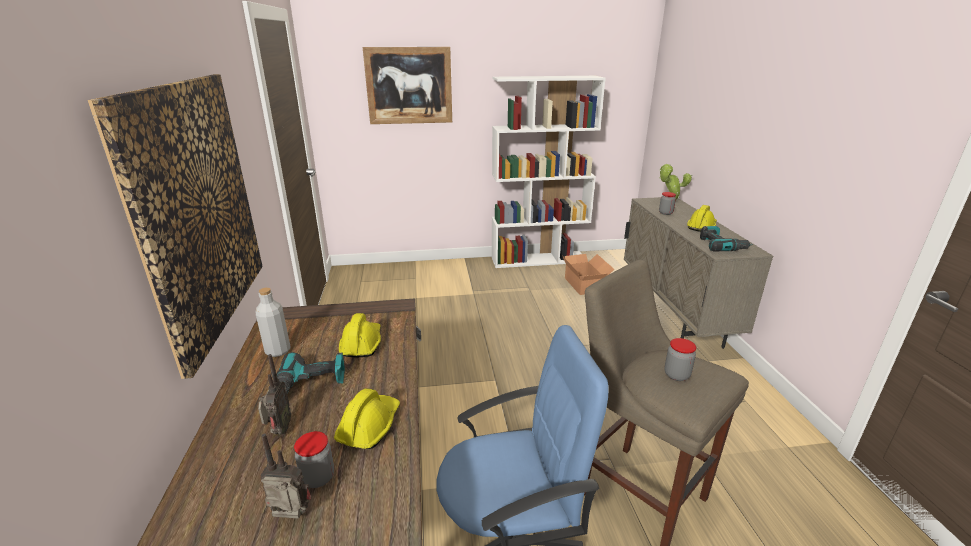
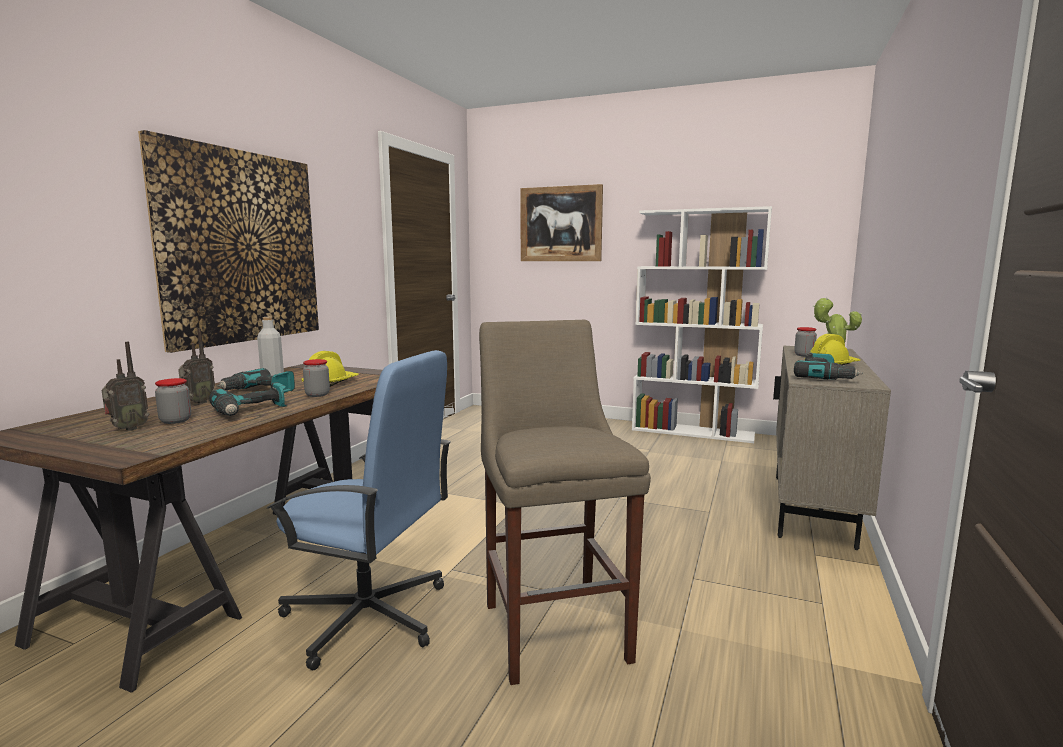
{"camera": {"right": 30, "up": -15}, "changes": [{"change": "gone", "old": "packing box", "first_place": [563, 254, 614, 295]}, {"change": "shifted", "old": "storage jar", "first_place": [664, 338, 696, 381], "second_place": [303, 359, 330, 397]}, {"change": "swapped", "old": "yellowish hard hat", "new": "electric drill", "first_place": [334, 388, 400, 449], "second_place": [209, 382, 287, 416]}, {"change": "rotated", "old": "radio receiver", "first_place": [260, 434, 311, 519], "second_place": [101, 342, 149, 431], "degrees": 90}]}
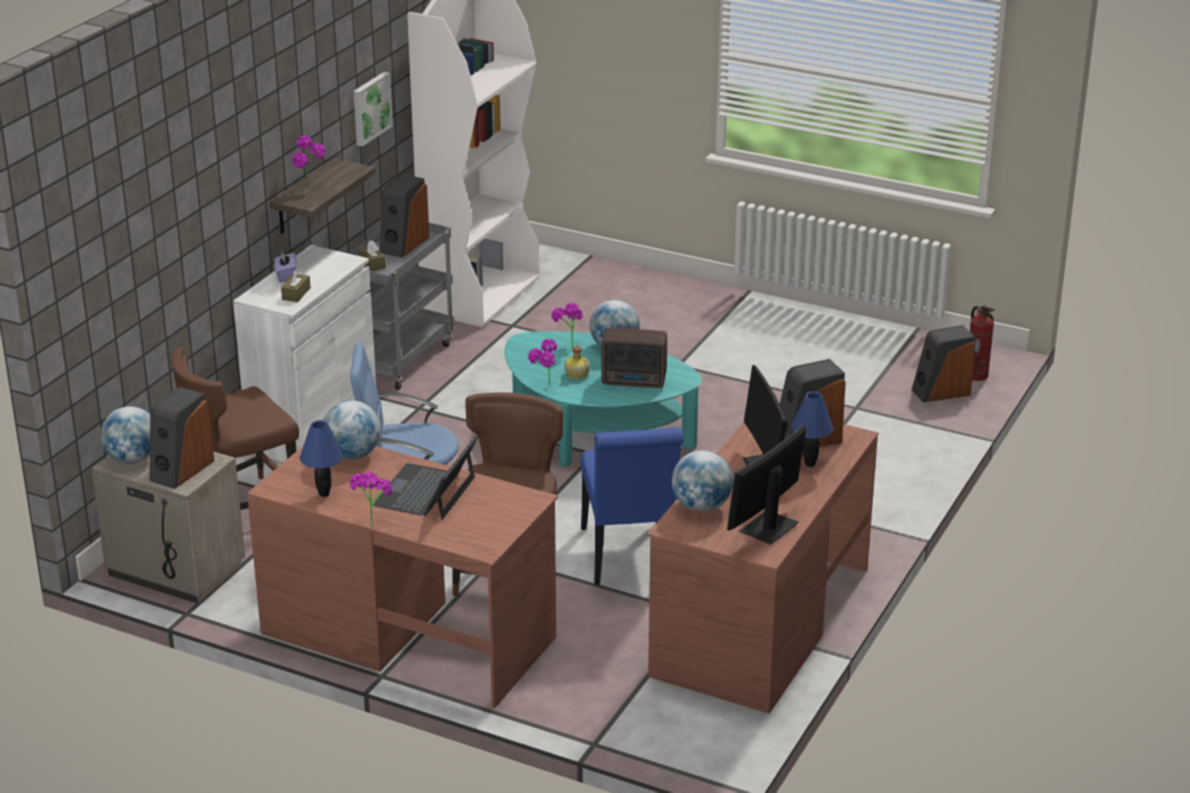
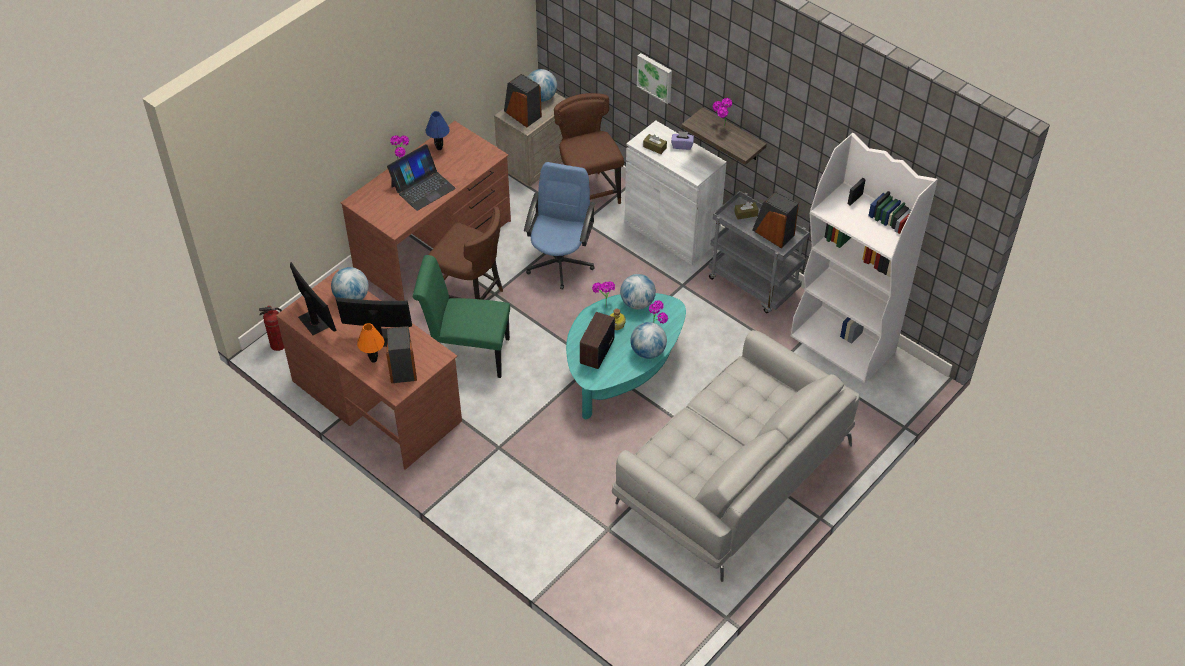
{"camera": {"right": 105, "up": 20}, "changes": [{"change": "shifted", "old": "wall picture", "first_place": [353, 72, 393, 146], "second_place": [637, 53, 672, 104]}, {"change": "shifted", "old": "extinguisher", "first_place": [970, 305, 995, 381], "second_place": [259, 306, 284, 351]}, {"change": "gone", "old": "loudspeaker", "first_place": [912, 325, 975, 402]}, {"change": "repainted", "old": "blue-coloured table lamp", "new": "orange table lamp", "first_place": [791, 392, 833, 467], "second_place": [357, 323, 384, 363]}, {"change": "shifted", "old": "globe", "first_place": [323, 400, 381, 459], "second_place": [620, 274, 656, 309]}, {"change": "repainted", "old": "blue-coloured upright chair", "new": "greenish upright chair", "first_place": [581, 427, 684, 585], "second_place": [413, 255, 510, 378]}, {"change": "rotated", "old": "portable computer", "first_place": [373, 435, 478, 520], "second_place": [387, 144, 456, 211], "degrees": 105}, {"change": "new", "new": "grey settee", "second_place": [612, 330, 860, 582]}]}
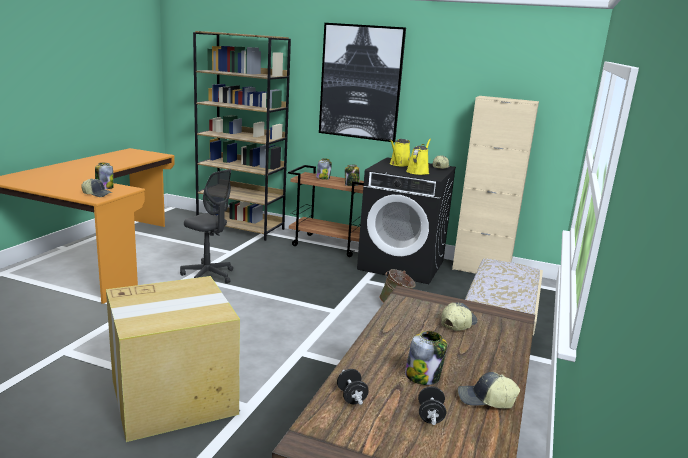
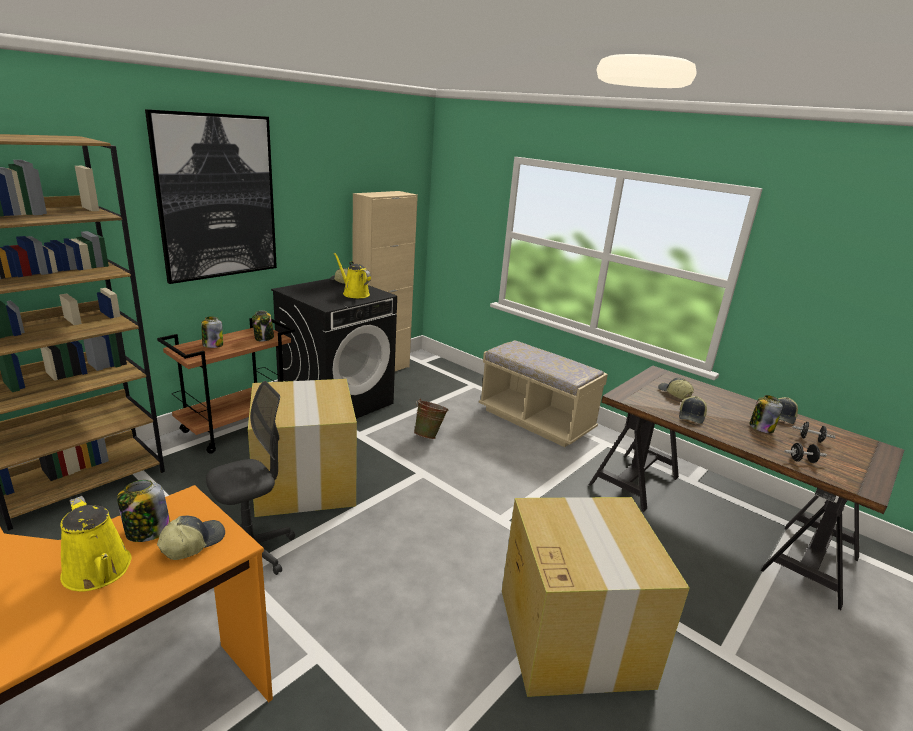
{"camera": {"right": -70, "up": 5}, "changes": [{"change": "shifted", "old": "yellowish watering can", "first_place": [390, 139, 411, 167], "second_place": [60, 496, 132, 591]}, {"change": "new", "new": "packing box", "second_place": [248, 379, 357, 517]}, {"change": "new", "new": "baseball cap", "second_place": [679, 396, 707, 424]}]}
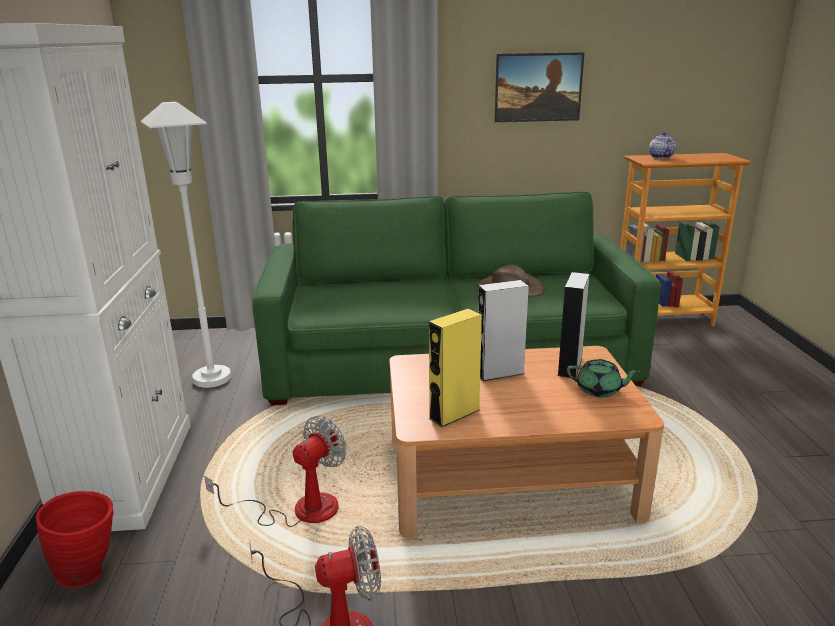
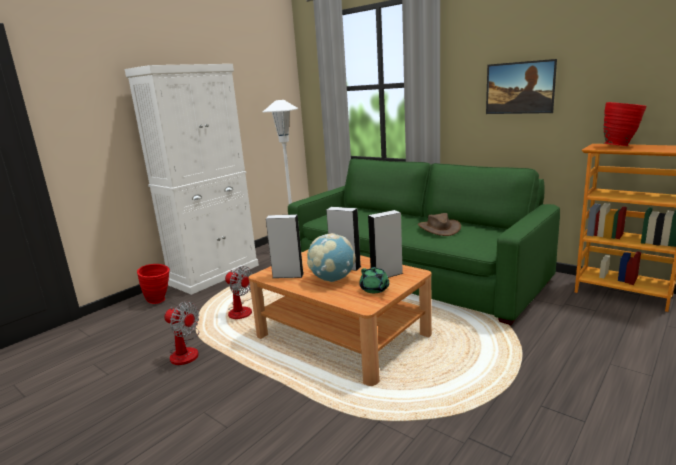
{"camera": {"right": 45, "up": -5}, "changes": [{"change": "swapped", "old": "pot for tea", "new": "red decorative vase", "first_place": [649, 132, 676, 159], "second_place": [603, 102, 647, 146]}, {"change": "repainted", "old": "yellowish loudspeaker", "new": "grey loudspeaker", "first_place": [428, 309, 482, 427], "second_place": [266, 214, 304, 278]}, {"change": "rotated", "old": "electric fan", "first_place": [204, 416, 347, 527], "second_place": [225, 266, 253, 319], "degrees": 45}, {"change": "new", "new": "globe", "second_place": [307, 233, 356, 282]}]}
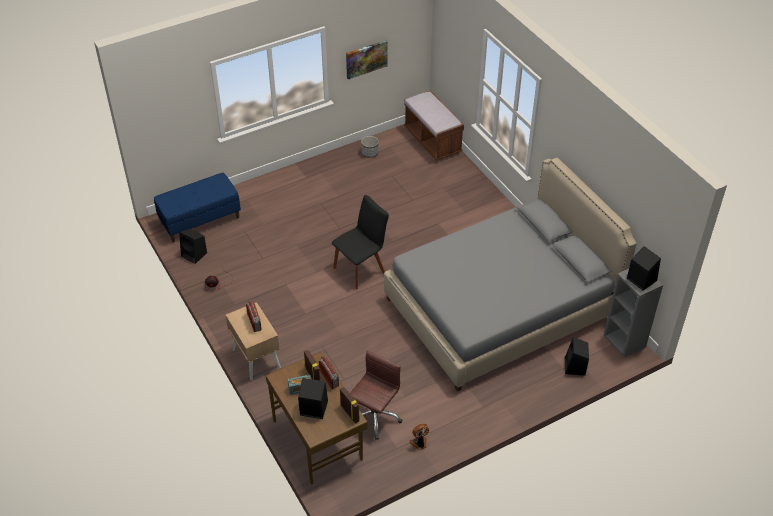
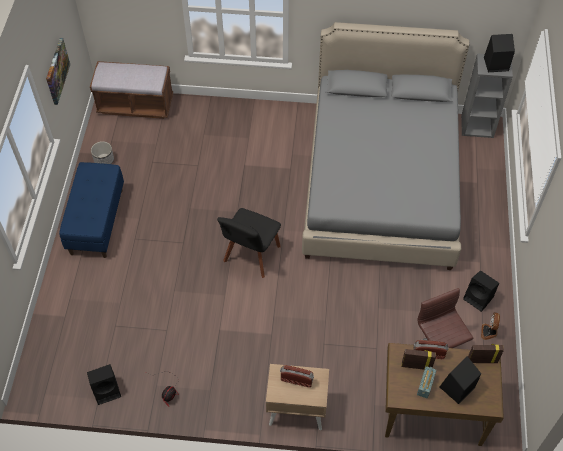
{"camera": {"right": -55, "up": 10}, "changes": [{"change": "shifted", "old": "blue-coloured indoor bench", "first_place": [154, 173, 241, 242], "second_place": [59, 162, 124, 258]}, {"change": "rotated", "old": "blackish upright chair", "first_place": [332, 195, 389, 289], "second_place": [217, 208, 281, 278], "degrees": -150}, {"change": "shifted", "old": "blackish loudspeaker", "first_place": [565, 337, 589, 376], "second_place": [463, 271, 499, 312]}]}
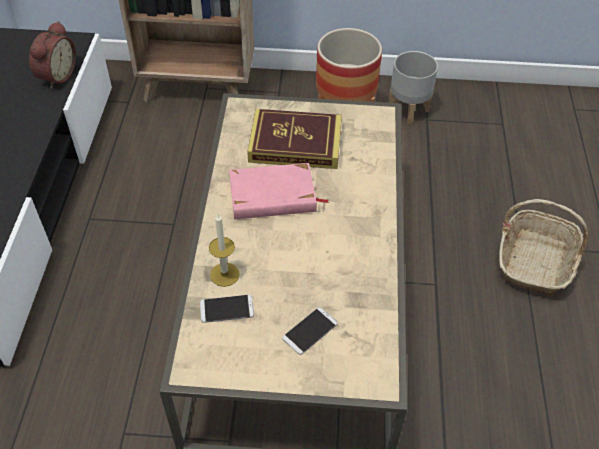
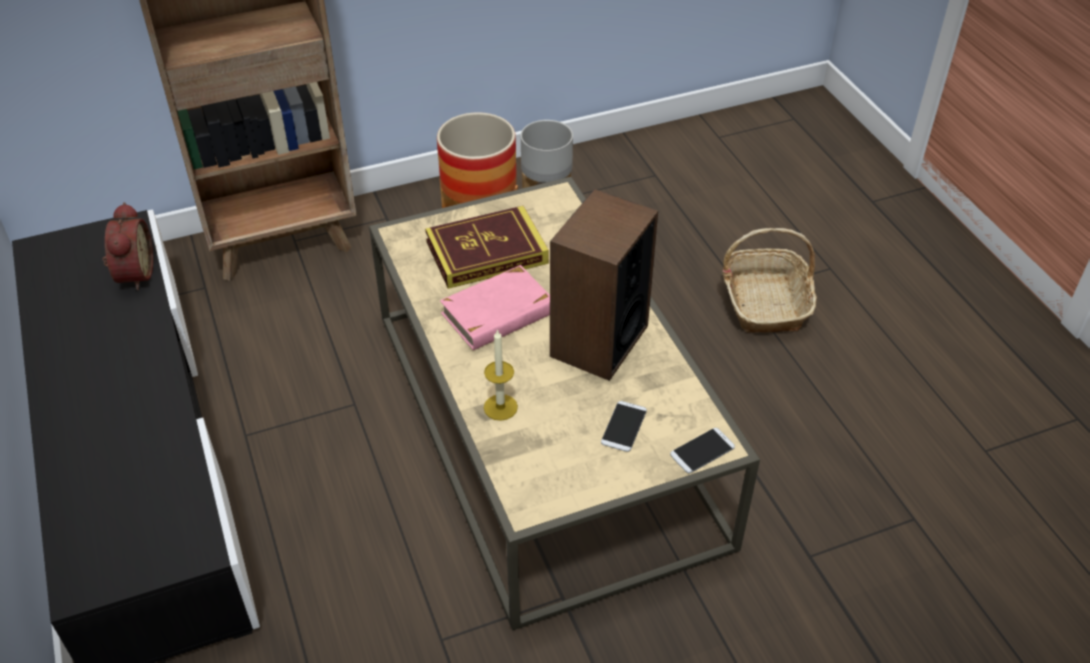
{"camera": {"right": -25, "up": -5}, "changes": [{"change": "shifted", "old": "telephone", "first_place": [200, 295, 254, 323], "second_place": [670, 428, 735, 473]}, {"change": "new", "new": "loudspeaker", "second_place": [550, 189, 658, 381]}]}
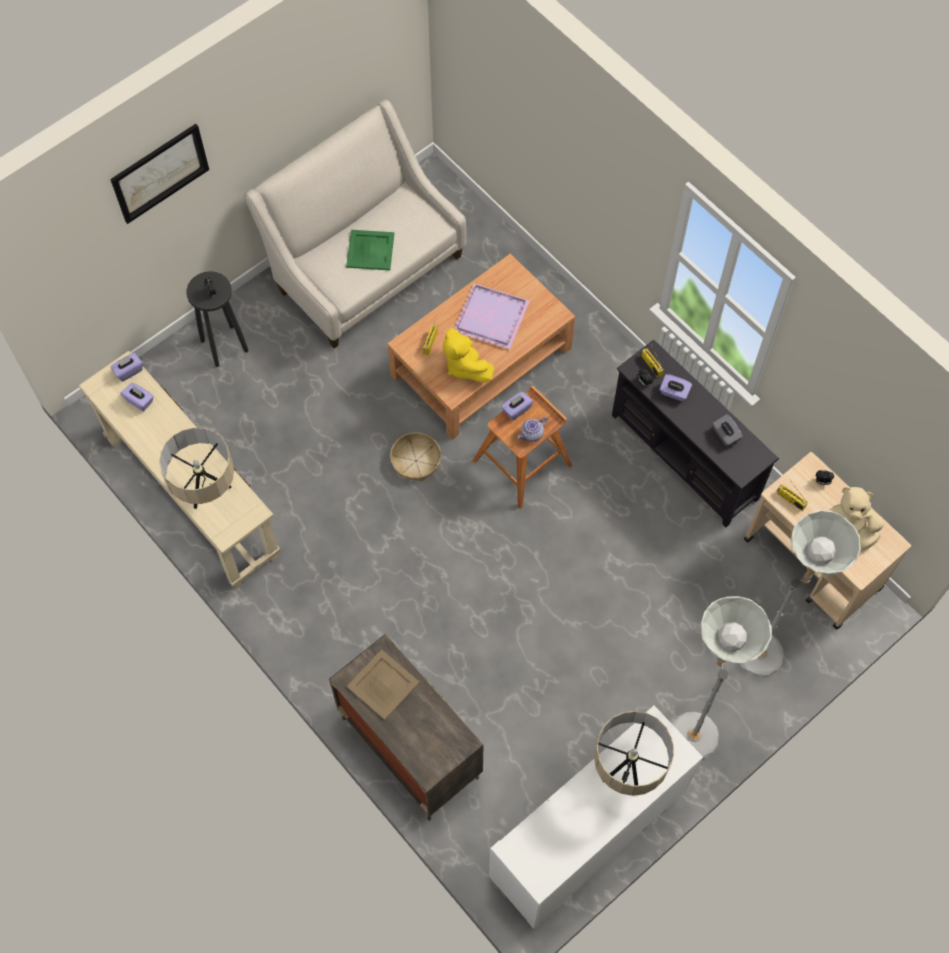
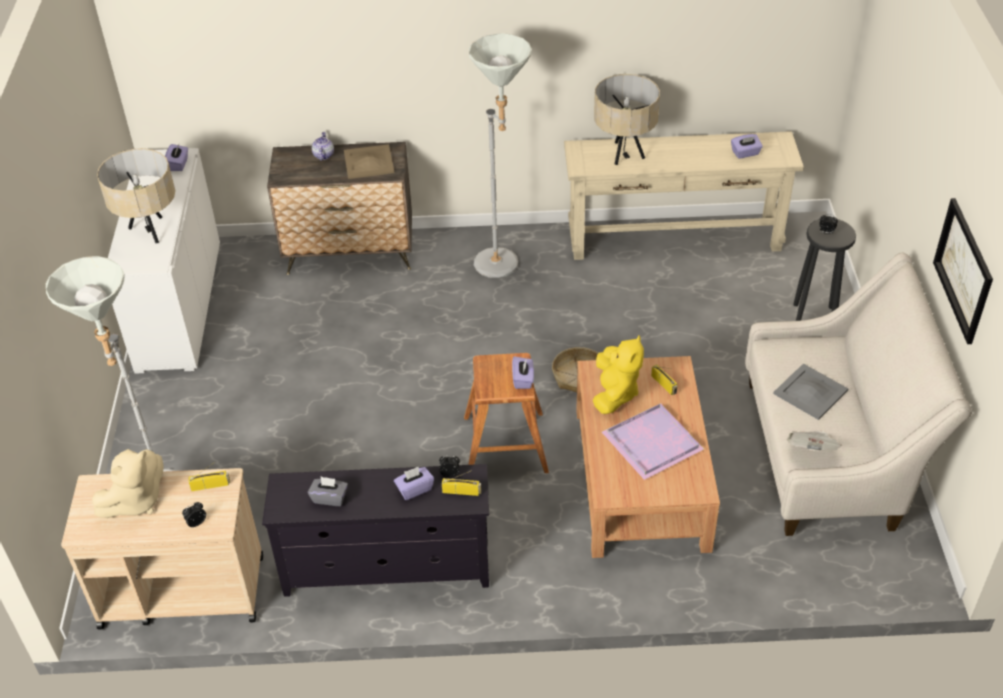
{"camera": {"right": 130, "up": -20}, "changes": [{"change": "shifted", "old": "wall picture", "first_place": [110, 124, 209, 224], "second_place": [933, 198, 993, 344]}, {"change": "repainted", "old": "greenish tray", "new": "grey tray", "first_place": [346, 230, 394, 270], "second_place": [773, 364, 848, 420]}, {"change": "rotated", "old": "yellowish plush toy", "first_place": [443, 328, 494, 382], "second_place": [593, 335, 644, 414], "degrees": 90}, {"change": "shifted", "old": "purple tissue holder", "first_place": [111, 353, 143, 382], "second_place": [165, 144, 188, 171]}, {"change": "shifted", "old": "pot for tea", "first_place": [517, 417, 548, 442], "second_place": [312, 132, 334, 161]}, {"change": "shifted", "old": "grey standard lamp", "first_place": [672, 596, 772, 759], "second_place": [469, 33, 532, 278]}, {"change": "new", "new": "printed paper", "second_place": [787, 431, 842, 451]}]}
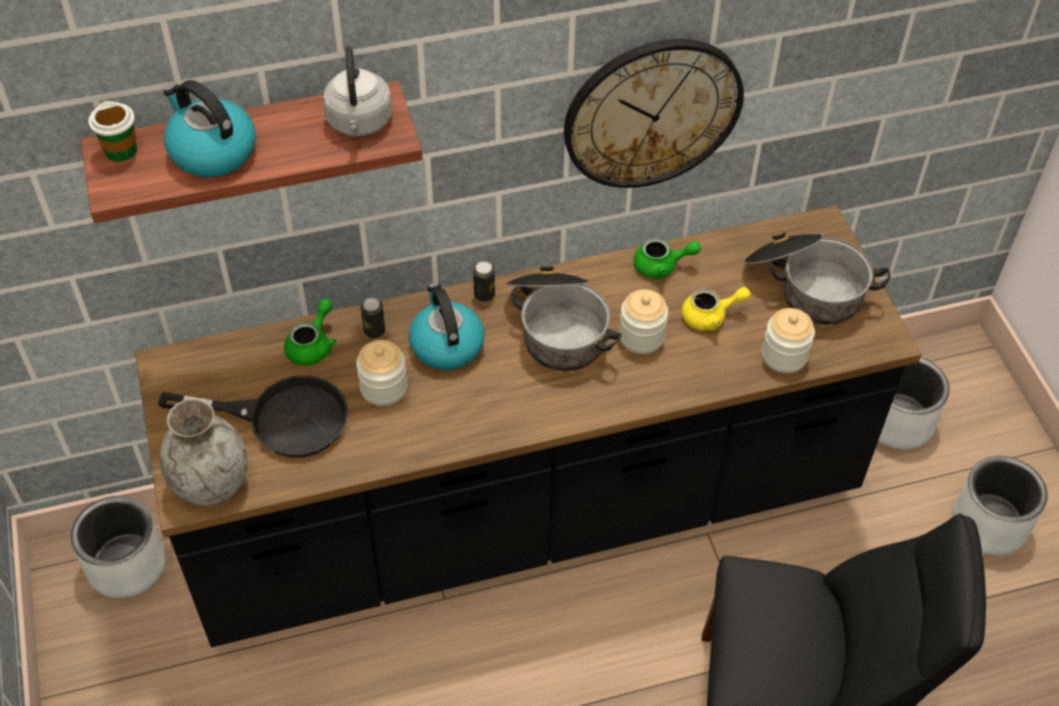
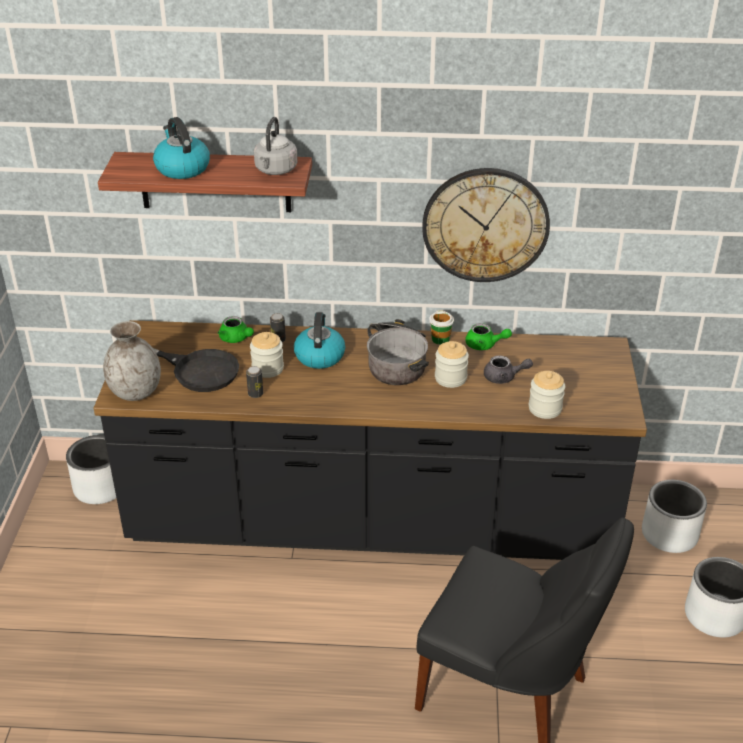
{"camera": {"right": 20, "up": -15}, "changes": [{"change": "shifted", "old": "drinking cup", "first_place": [88, 101, 137, 162], "second_place": [429, 310, 454, 345]}, {"change": "gone", "old": "stockpot", "first_place": [744, 232, 891, 325]}, {"change": "shifted", "old": "sealed can", "first_place": [473, 261, 495, 302], "second_place": [246, 366, 263, 398]}, {"change": "repainted", "old": "yellowish pot for tea", "new": "grey pot for tea", "first_place": [681, 287, 751, 331], "second_place": [484, 355, 533, 384]}, {"change": "rotated", "old": "greenish pot for tea", "first_place": [284, 299, 337, 366], "second_place": [218, 316, 254, 343], "degrees": 90}]}
